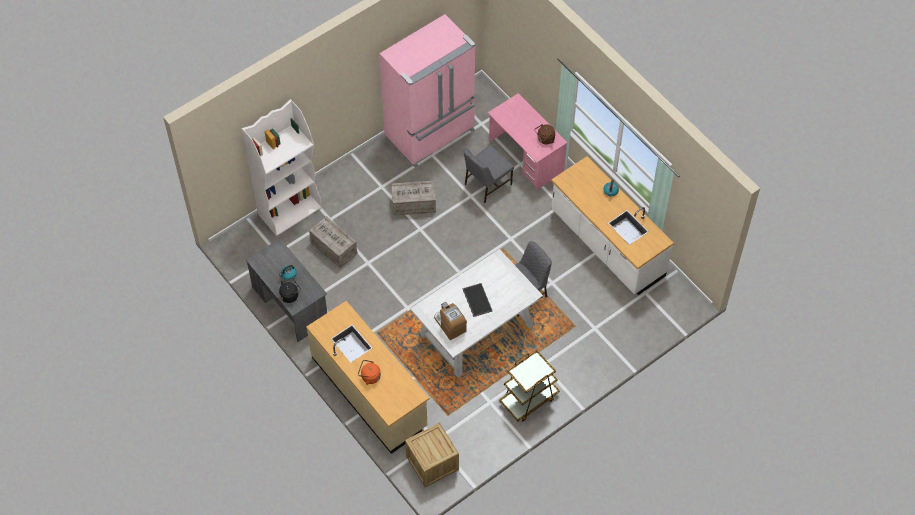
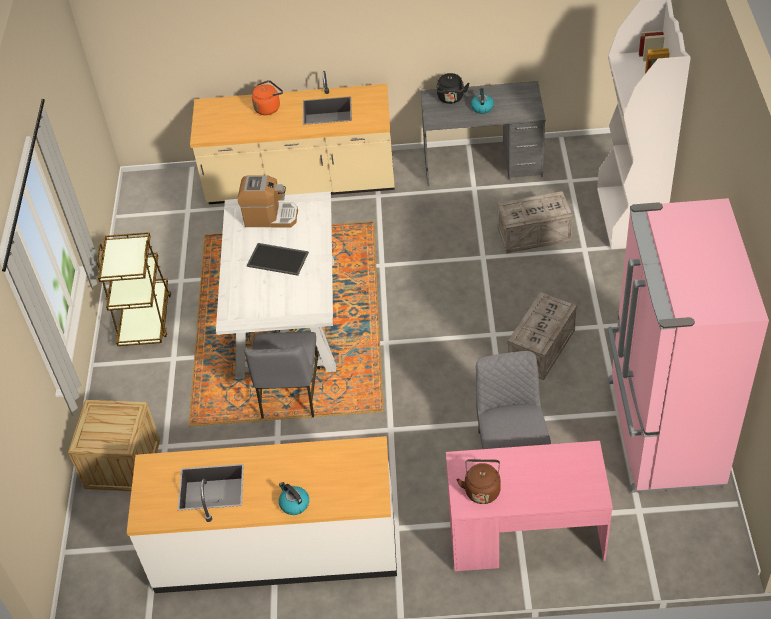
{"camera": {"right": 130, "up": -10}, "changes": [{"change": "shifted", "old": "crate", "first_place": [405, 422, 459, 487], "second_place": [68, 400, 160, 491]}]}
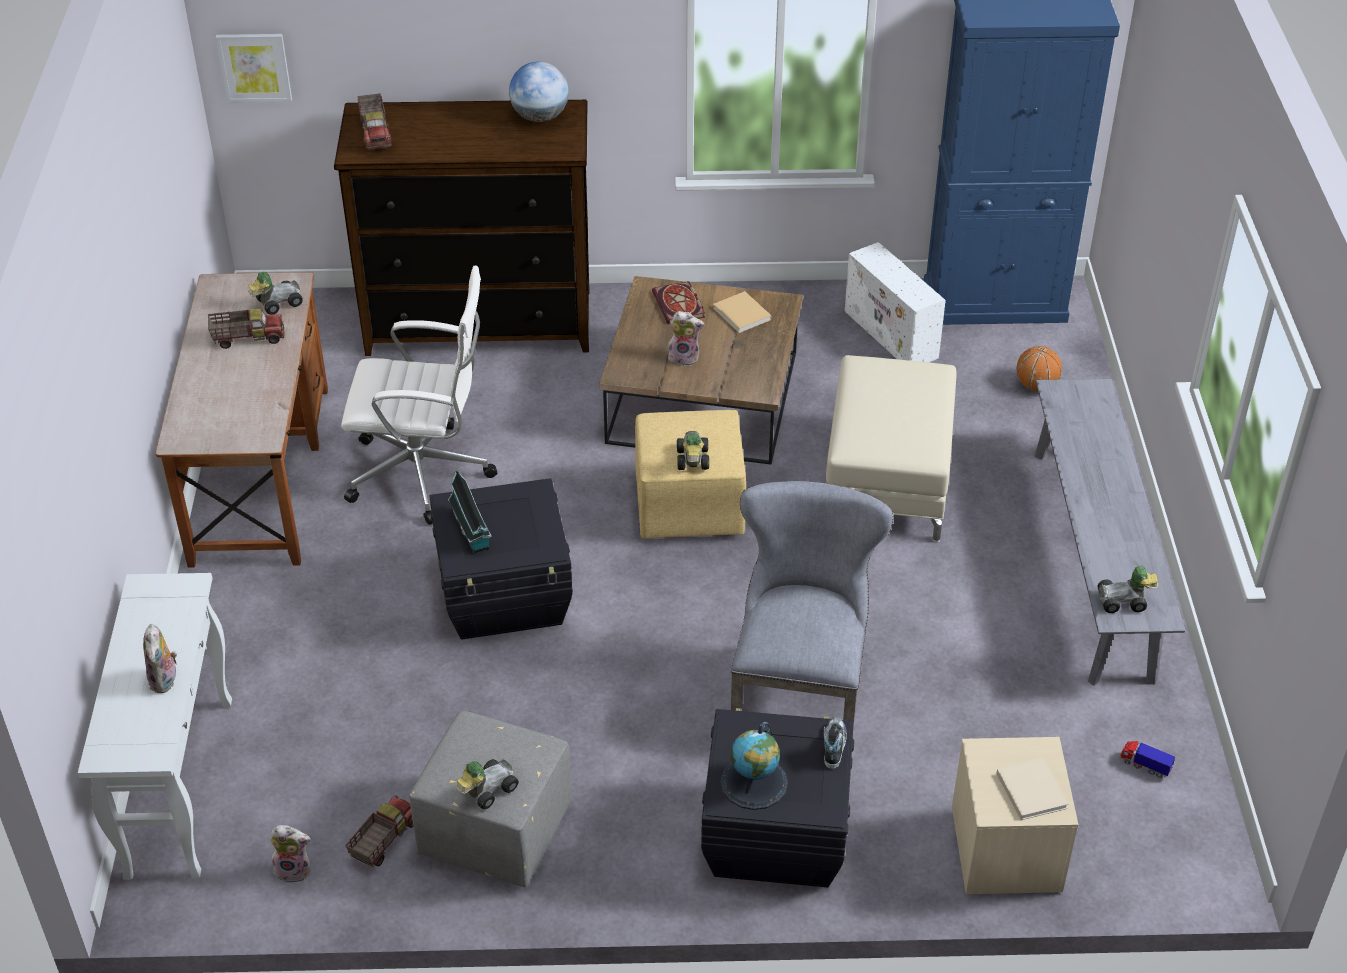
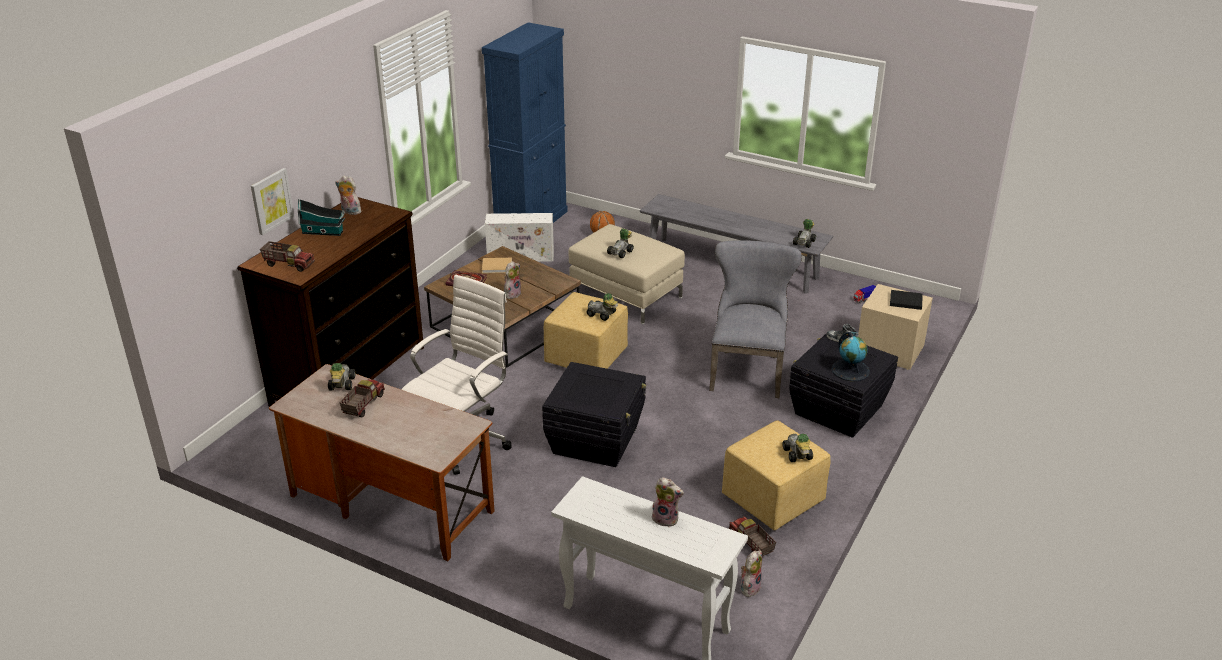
{"camera": {"right": -60, "up": -10}, "changes": [{"change": "shifted", "old": "wall picture", "first_place": [216, 34, 292, 103], "second_place": [251, 168, 294, 235]}, {"change": "swapped", "old": "globe", "new": "plush toy", "first_place": [509, 61, 569, 122], "second_place": [335, 176, 361, 215]}, {"change": "shifted", "old": "model house", "first_place": [448, 468, 492, 553], "second_place": [298, 199, 345, 236]}, {"change": "rotated", "old": "grey upright chair", "first_place": [731, 481, 893, 727], "second_place": [709, 240, 802, 398], "degrees": 60}, {"change": "repainted", "old": "grey footrest", "new": "yellowish footrest", "first_place": [409, 711, 572, 887], "second_place": [722, 420, 831, 530]}, {"change": "repainted", "old": "beige-coloured volume", "new": "blackish volume", "first_place": [996, 758, 1068, 820], "second_place": [890, 290, 923, 310]}, {"change": "new", "new": "model car", "second_place": [607, 228, 634, 258]}]}
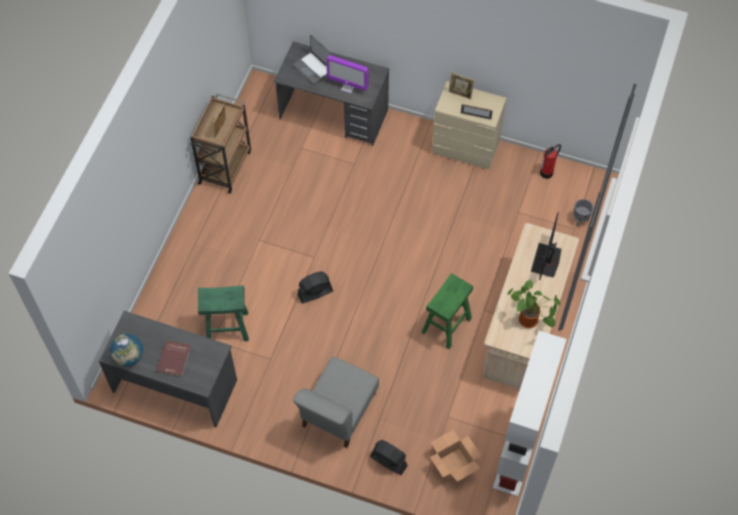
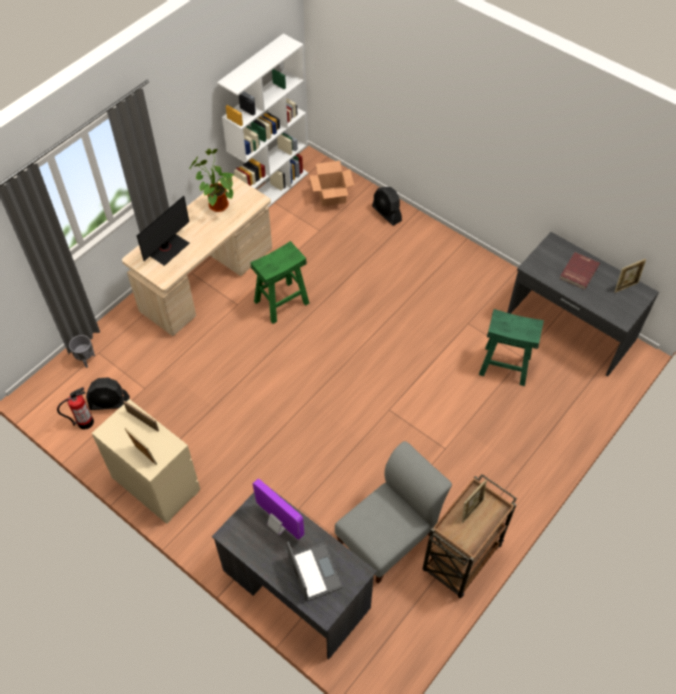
{"camera": {"right": -160, "up": -5}, "changes": [{"change": "shifted", "old": "blackish electric fan", "first_place": [297, 271, 333, 304], "second_place": [86, 378, 130, 410]}, {"change": "swapped", "old": "globe", "new": "picture frame", "first_place": [110, 334, 143, 367], "second_place": [615, 259, 646, 293]}, {"change": "shifted", "old": "grey upright chair", "first_place": [293, 357, 379, 448], "second_place": [335, 441, 452, 584]}]}
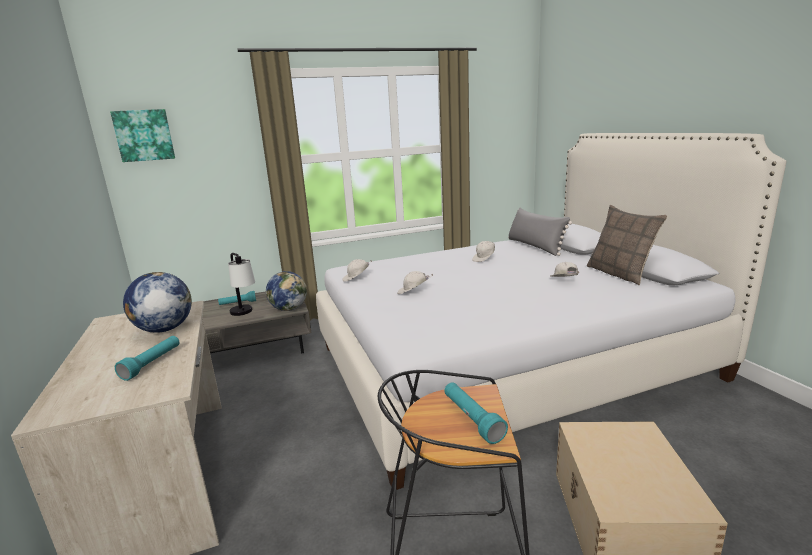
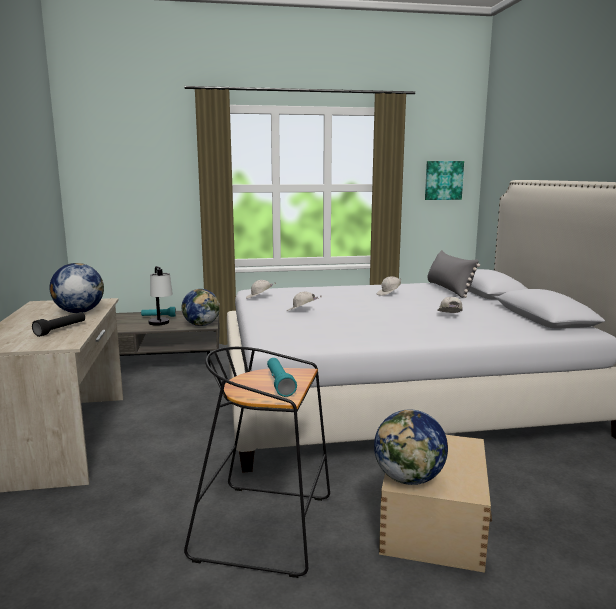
{"camera": {"right": 10, "up": -5}, "changes": [{"change": "shifted", "old": "wall picture", "first_place": [110, 109, 175, 162], "second_place": [425, 161, 464, 200]}, {"change": "gone", "old": "throw pillow", "first_place": [587, 205, 668, 285]}, {"change": "repainted", "old": "blue-green torch", "new": "blackish torch", "first_place": [115, 336, 179, 381], "second_place": [32, 312, 85, 337]}, {"change": "new", "new": "globe", "second_place": [374, 409, 448, 485]}]}
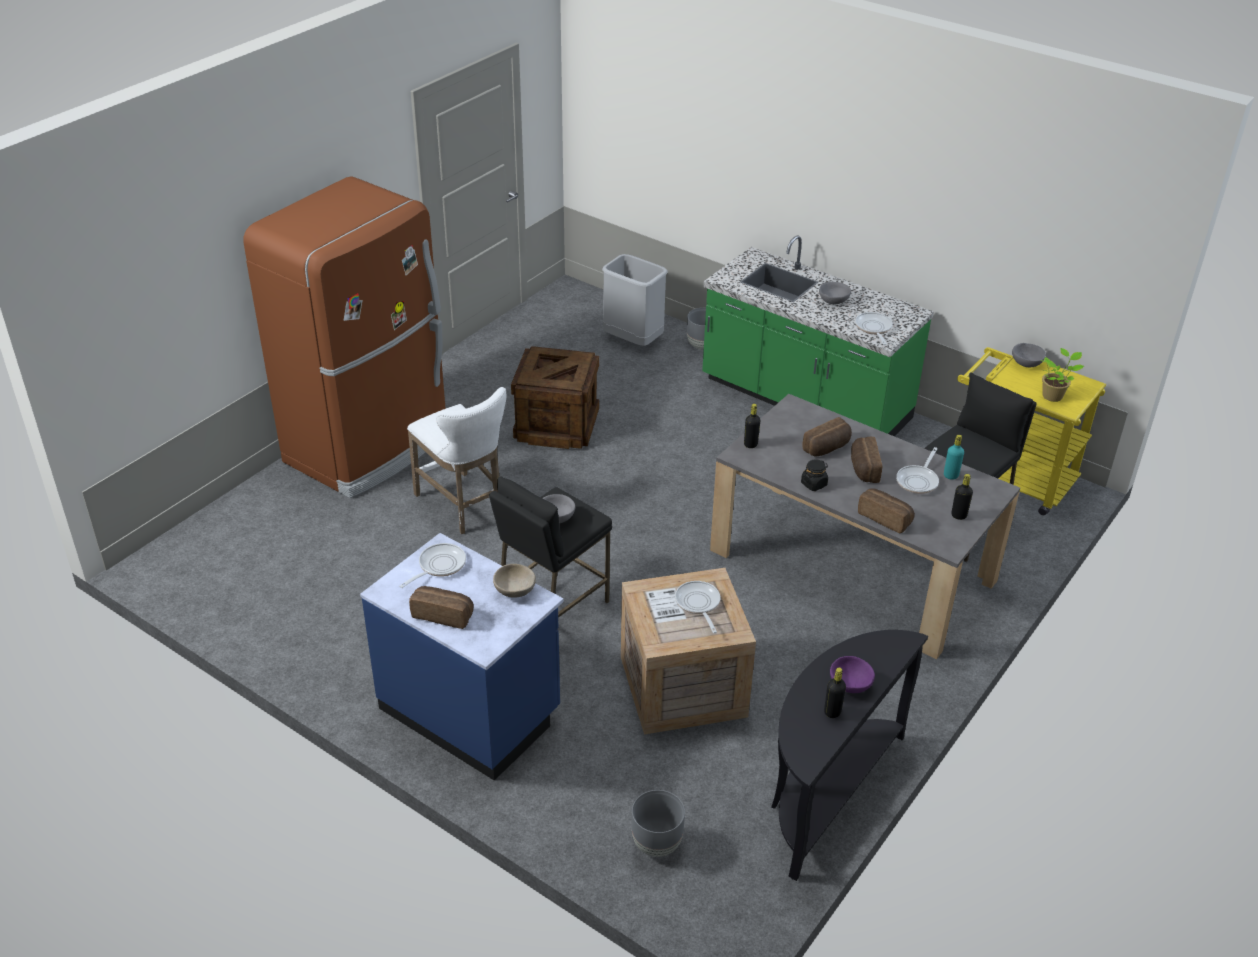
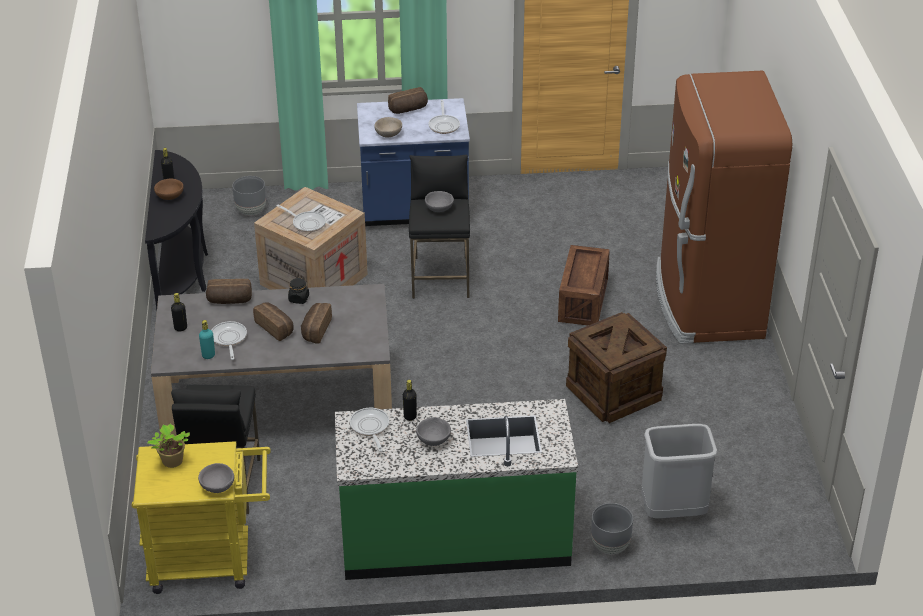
{"camera": {"right": 140, "up": 0}, "changes": [{"change": "rotated", "old": "pan", "first_place": [855, 312, 893, 345], "second_place": [350, 408, 389, 452], "degrees": -150}, {"change": "swapped", "old": "white-coloured stool seat", "new": "crate", "first_place": [407, 387, 506, 534], "second_place": [558, 245, 610, 326]}, {"change": "shifted", "old": "blackish beverage bottle", "first_place": [744, 404, 760, 448], "second_place": [403, 380, 417, 421]}, {"change": "repainted", "old": "purple deep dish", "new": "brown deep dish", "first_place": [830, 656, 875, 693], "second_place": [154, 179, 183, 200]}]}
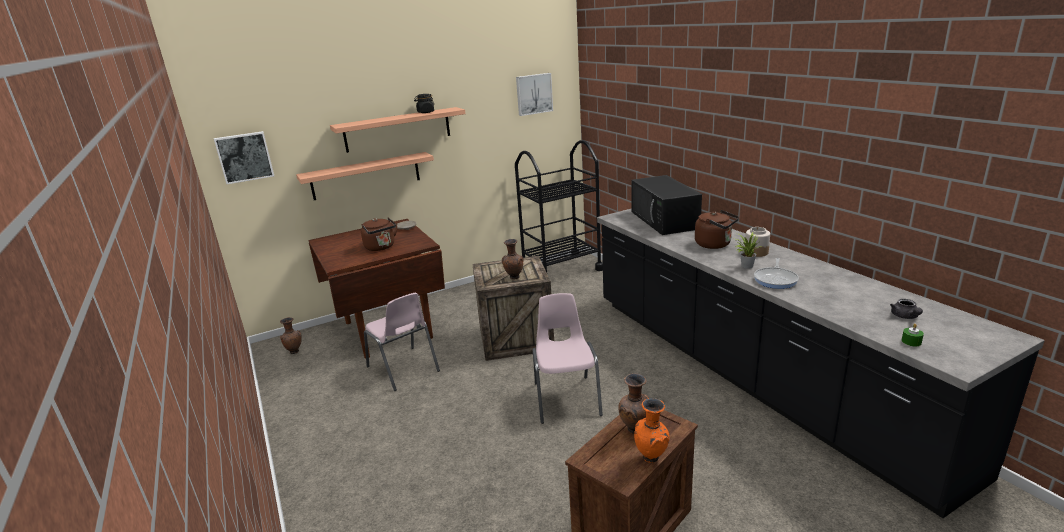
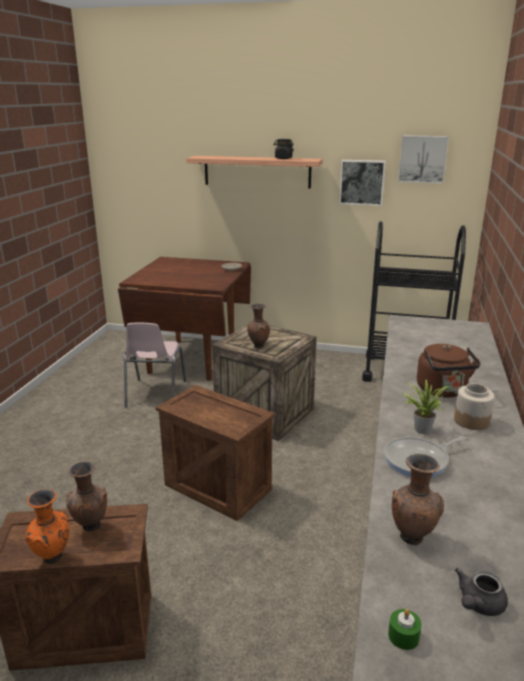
{"camera": {"right": 40, "up": 0}, "changes": [{"change": "shifted", "old": "wall picture", "first_place": [214, 131, 274, 184], "second_place": [339, 160, 386, 206]}, {"change": "gone", "old": "bracket shelf", "first_place": [296, 152, 434, 200]}, {"change": "gone", "old": "blackish microwave", "first_place": [631, 175, 702, 235]}, {"change": "gone", "old": "brown kettle", "first_place": [361, 217, 397, 251]}, {"change": "swapped", "old": "pinkish upright chair", "new": "crate", "first_place": [533, 293, 603, 424], "second_place": [156, 385, 275, 521]}, {"change": "shifted", "old": "brown decorative vase", "first_place": [280, 317, 302, 354], "second_place": [392, 454, 444, 546]}]}
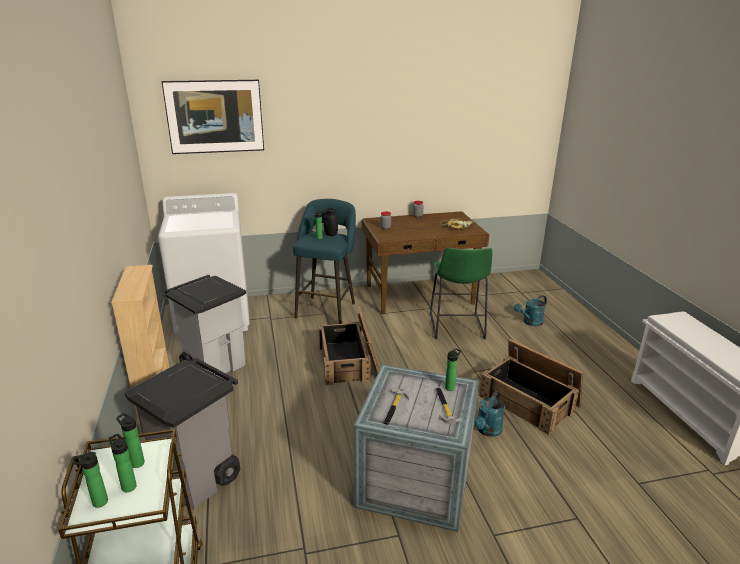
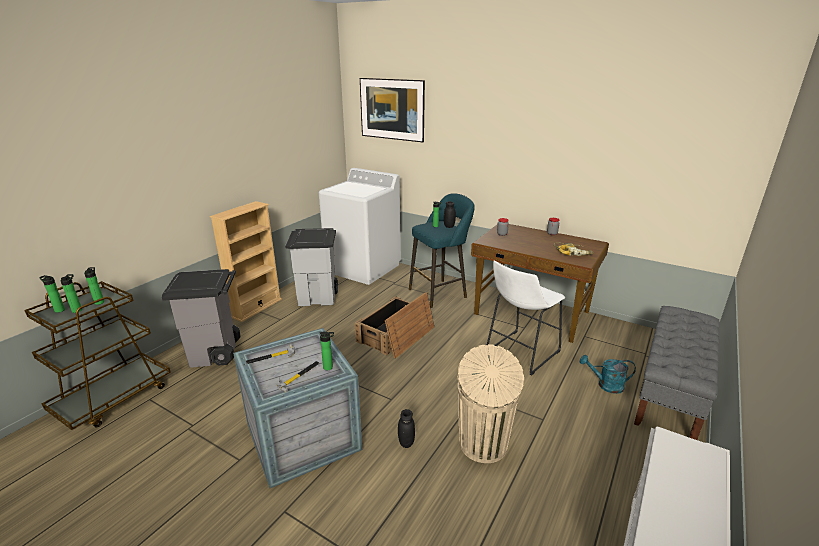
{"camera": {"right": 45, "up": 0}, "changes": [{"change": "repainted", "old": "greenish stool seat", "new": "white-coloured stool seat", "first_place": [430, 248, 492, 339], "second_place": [487, 261, 565, 376]}, {"change": "swapped", "old": "crate", "new": "beige-coloured trash can", "first_place": [479, 339, 583, 435], "second_place": [457, 344, 524, 463]}, {"change": "swapped", "old": "blue-green watering can", "new": "blackish storage jar", "first_place": [474, 391, 505, 437], "second_place": [398, 409, 415, 448]}, {"change": "new", "new": "grey indoor bench", "second_place": [634, 306, 720, 440]}]}
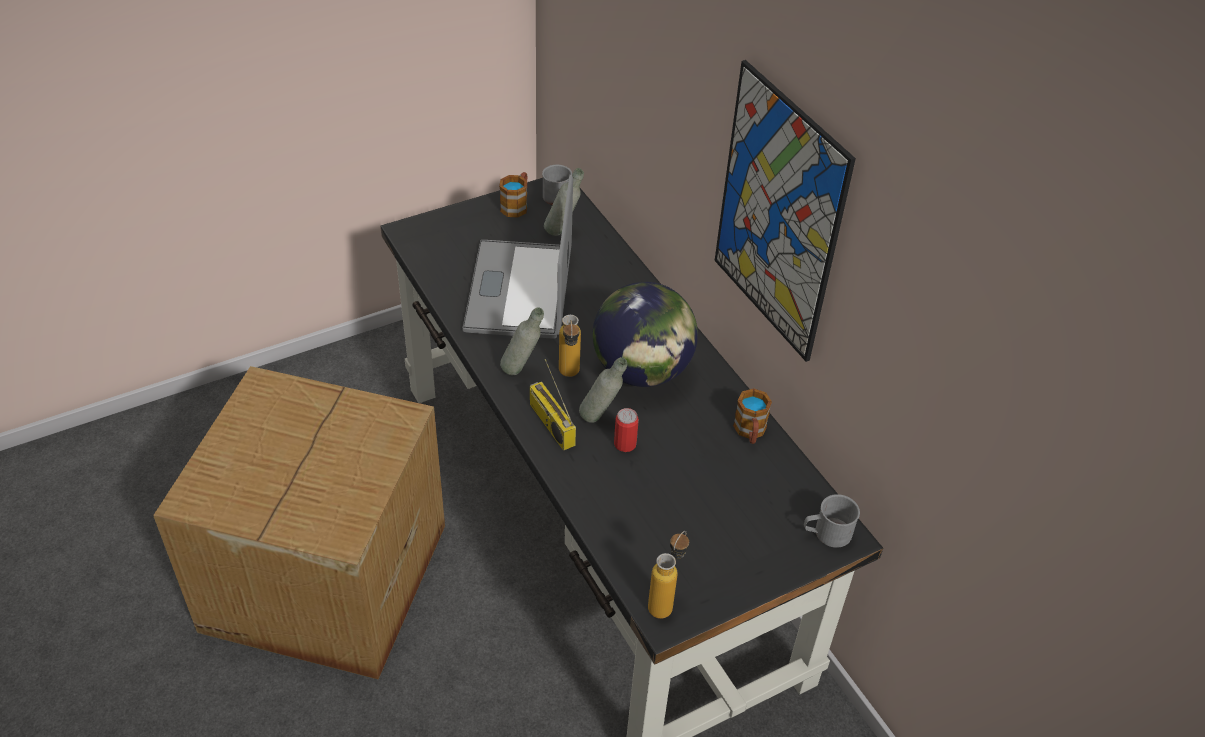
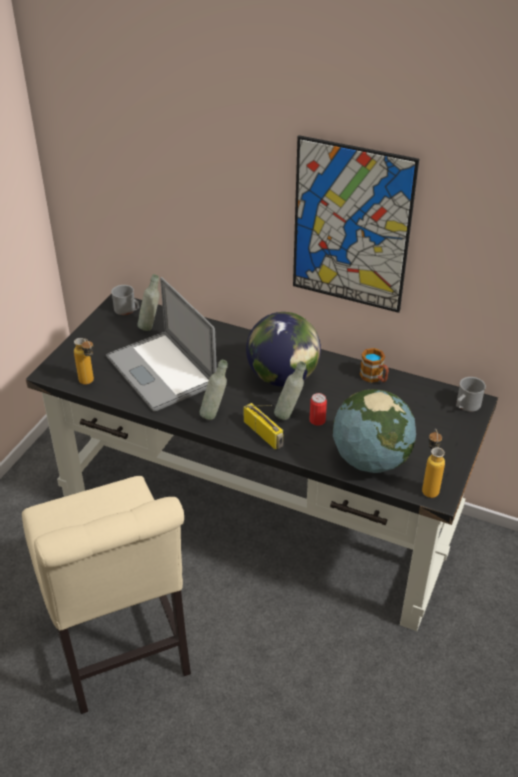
{"camera": {"right": -35, "up": -5}, "changes": [{"change": "gone", "old": "tea mug", "first_place": [499, 172, 528, 218]}, {"change": "shifted", "old": "beverage bottle", "first_place": [559, 315, 581, 377], "second_place": [74, 338, 94, 385]}, {"change": "rotated", "old": "radio receiver", "first_place": [530, 359, 576, 451], "second_place": [243, 403, 283, 449], "degrees": -150}, {"change": "swapped", "old": "packing box", "new": "beige-coloured upright chair", "first_place": [153, 366, 445, 679], "second_place": [22, 476, 191, 714]}, {"change": "new", "new": "globe", "second_place": [333, 389, 416, 473]}]}
